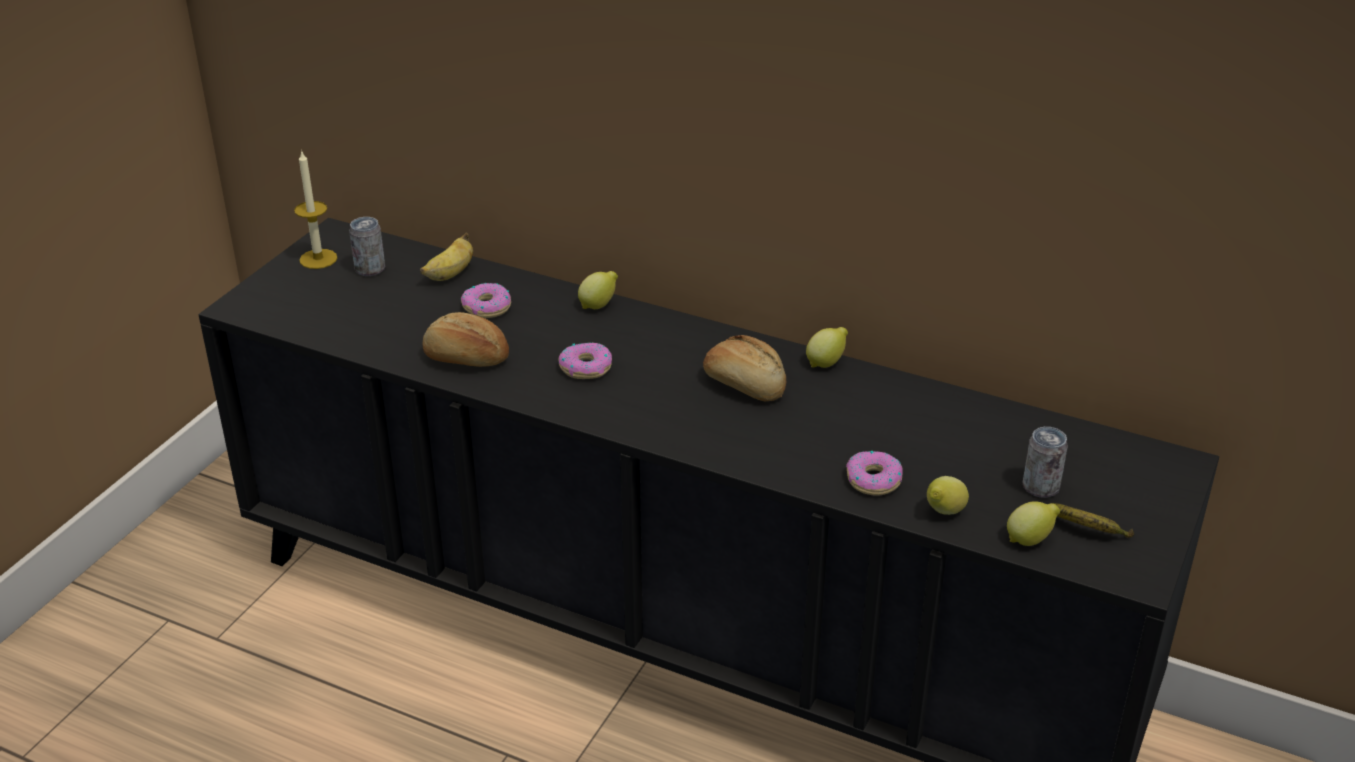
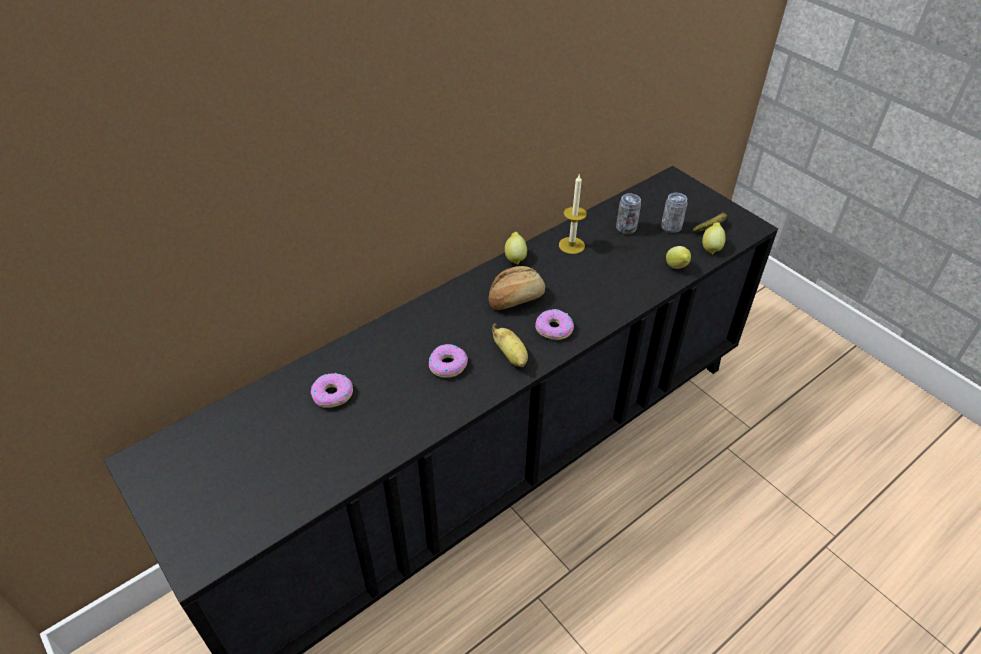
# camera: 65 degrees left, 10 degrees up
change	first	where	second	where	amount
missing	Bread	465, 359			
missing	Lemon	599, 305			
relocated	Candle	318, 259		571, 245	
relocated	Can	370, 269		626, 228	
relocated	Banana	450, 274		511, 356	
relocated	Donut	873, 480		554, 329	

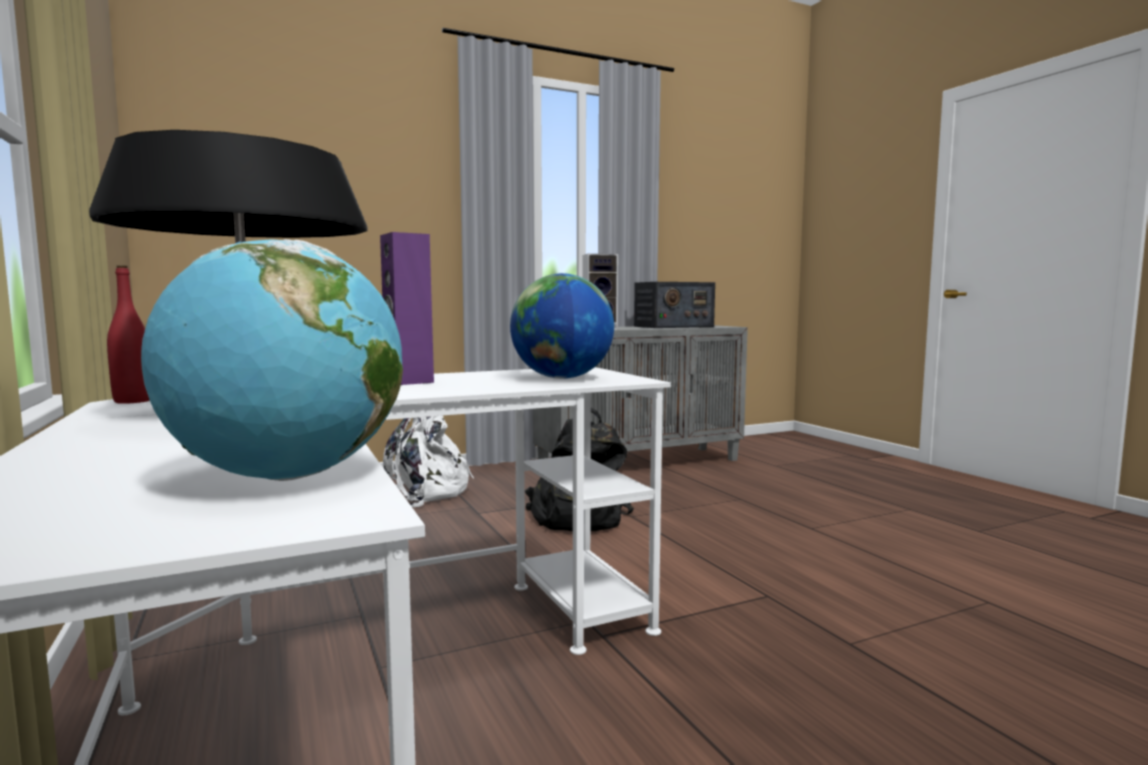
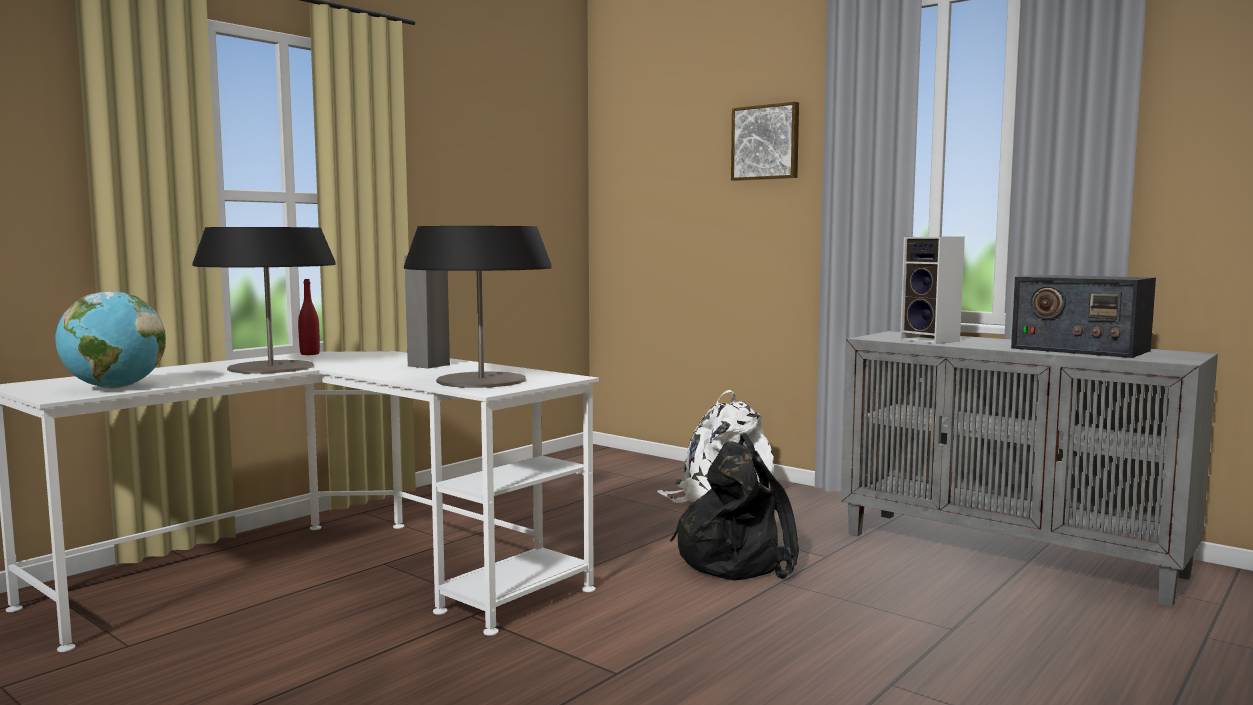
# camera: 65 degrees right, 0 degrees up
change	first	where	second	where	amount
appeared			Picture	766, 142	
exchanged	Globe	562, 378	TableLamp	481, 380	
colour	PurpleSpeaker	408, 381	GreySpeaker	428, 365	

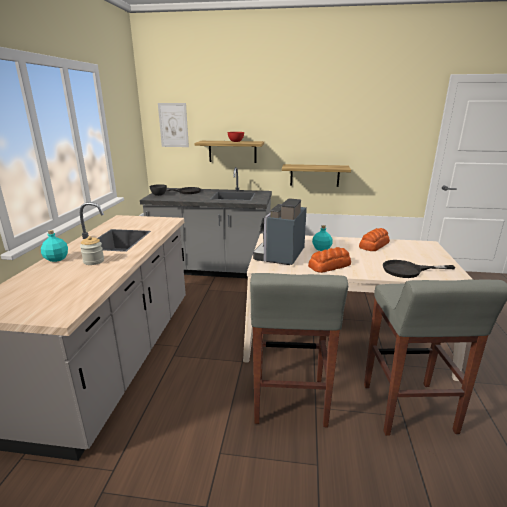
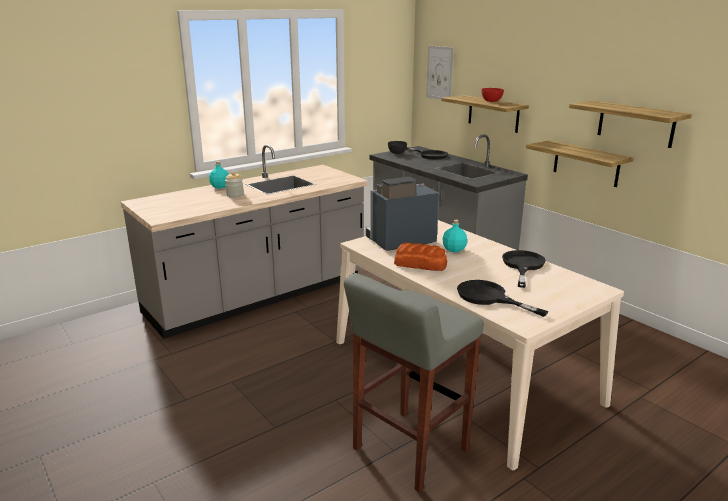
# camera: 45 degrees right, 0 degrees up
change	first	where	second	where	amount
missing	GreyStool	289, 401			
appeared			Shelf	635, 123	
exchanged	Bread	373, 245	BlackFryingPan	522, 266	

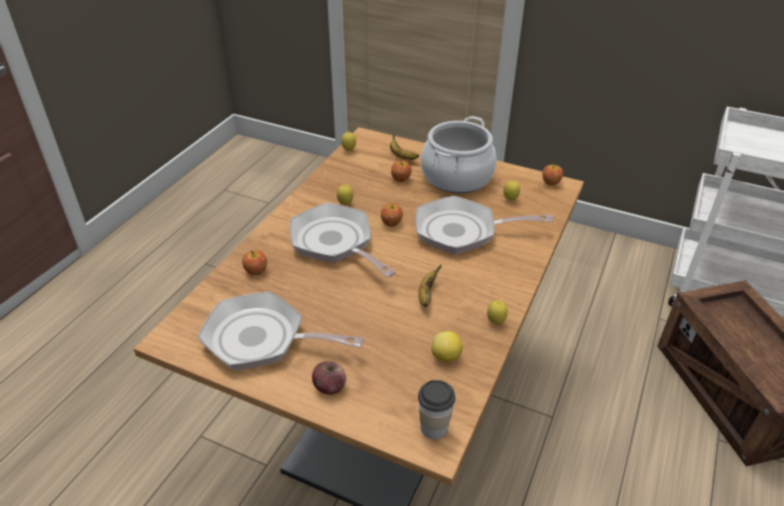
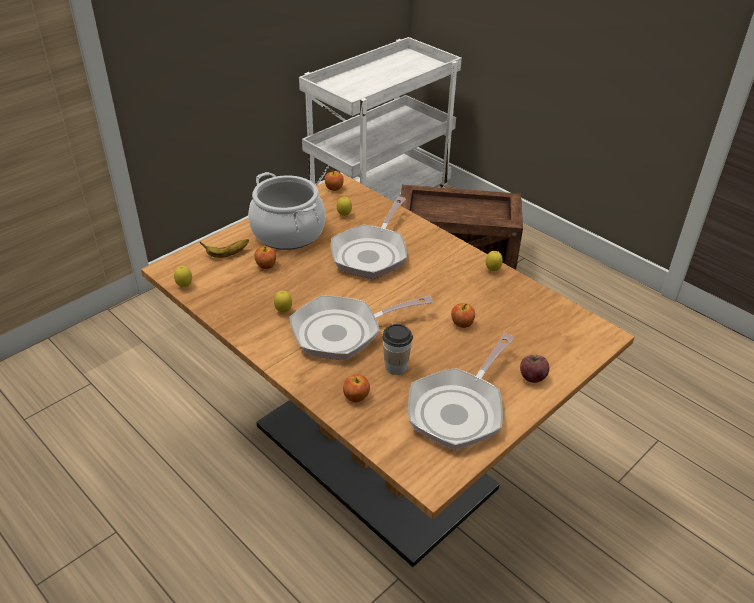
# camera: 70 degrees left, 0 degrees up
change	first	where	second	where	amount
missing	Banana	426, 295			
missing	Lemon	446, 357			
relocated	Apple	391, 223		462, 323	
relocated	Cup	434, 427		396, 366	

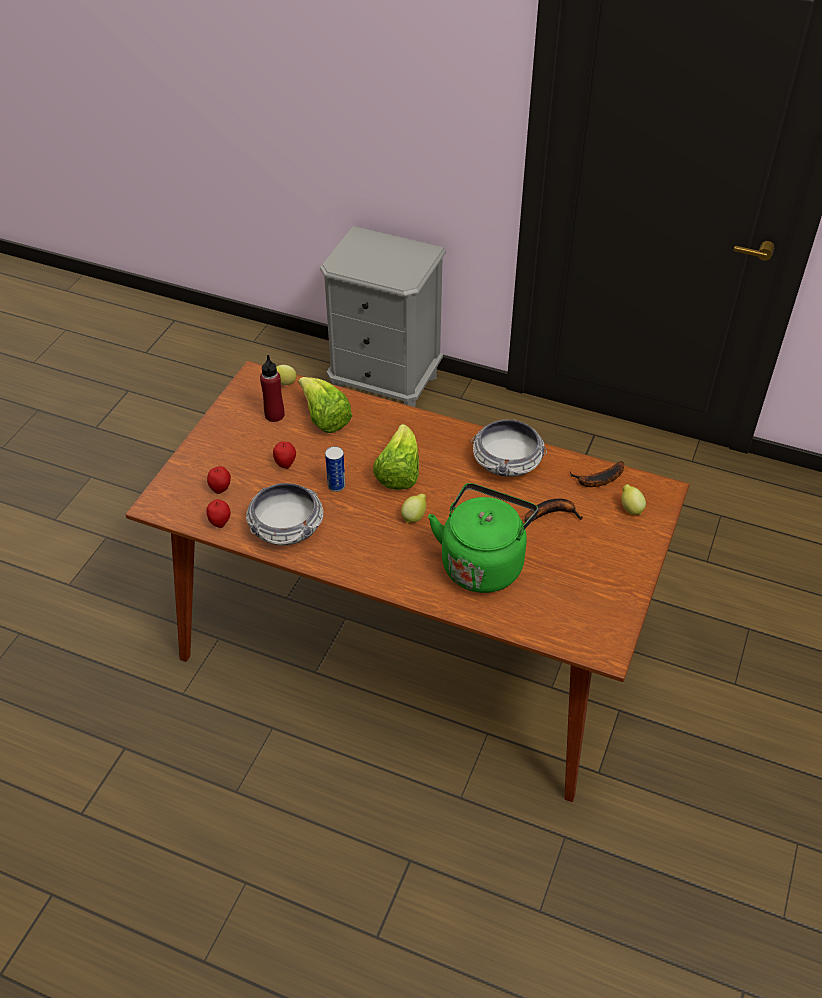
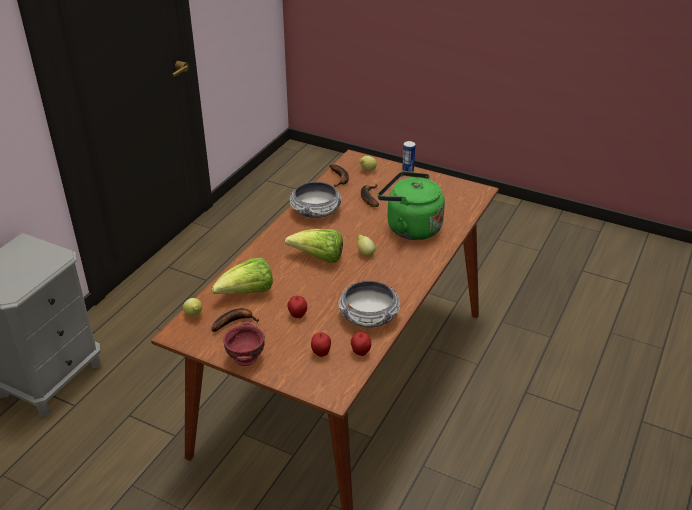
# camera: 85 degrees left, 10 degrees down
change	first	where	second	where	amount
appeared			RedBowl	246, 357	
relocated	Can	336, 486		408, 170	
exchanged	RedBottle	274, 415	Banana	234, 321	

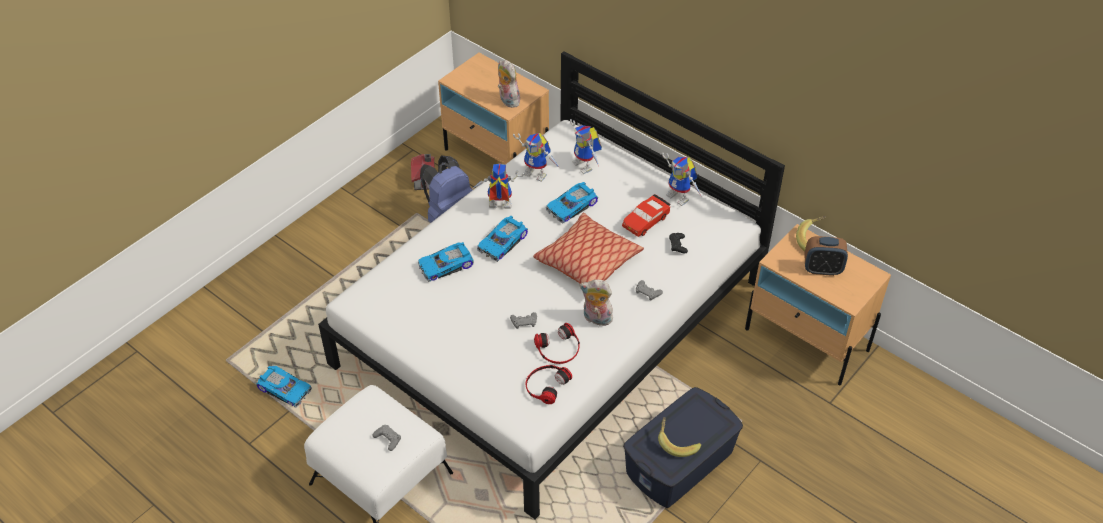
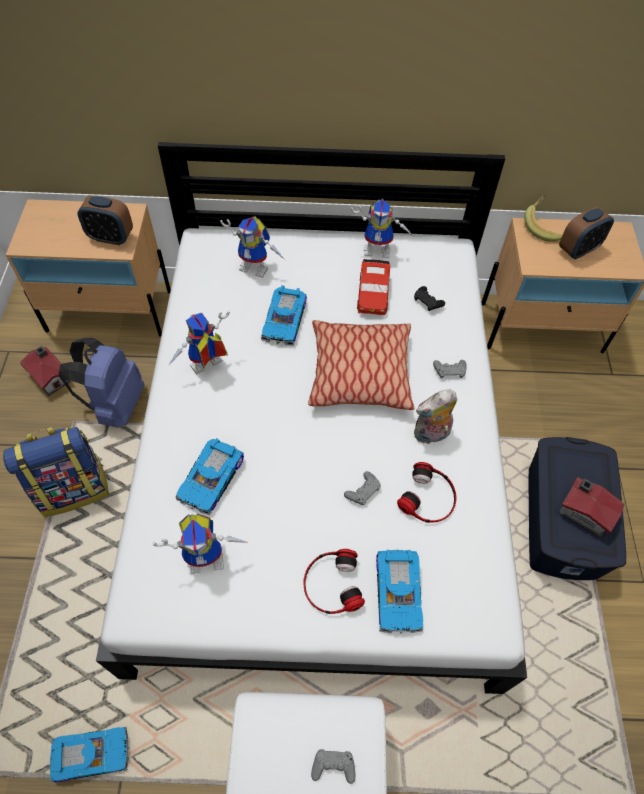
# camera: 40 degrees left, 10 degrees up
change	first	where	second	where	amount
appeared			Backpack	74, 489	
relocated	ToyCar	503, 243		399, 592	
relocated	ToyRobot	538, 173		208, 556	
relocated	Headphones	546, 385		332, 584	
exchanged	PlushToy	507, 100	AlarmClock	111, 237	
exchanged	Banana	677, 442	ToyHouse	584, 511	

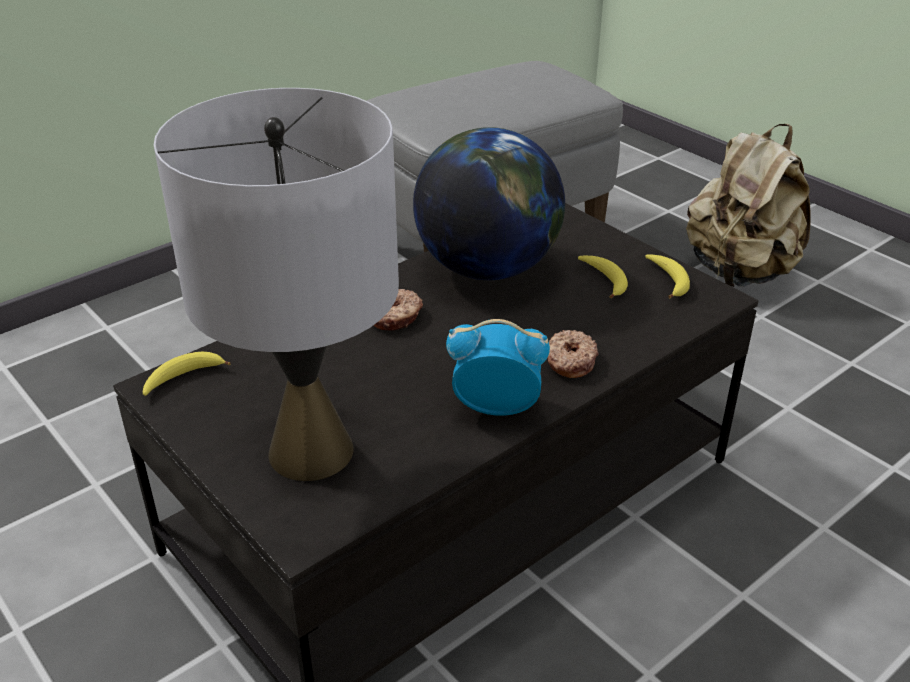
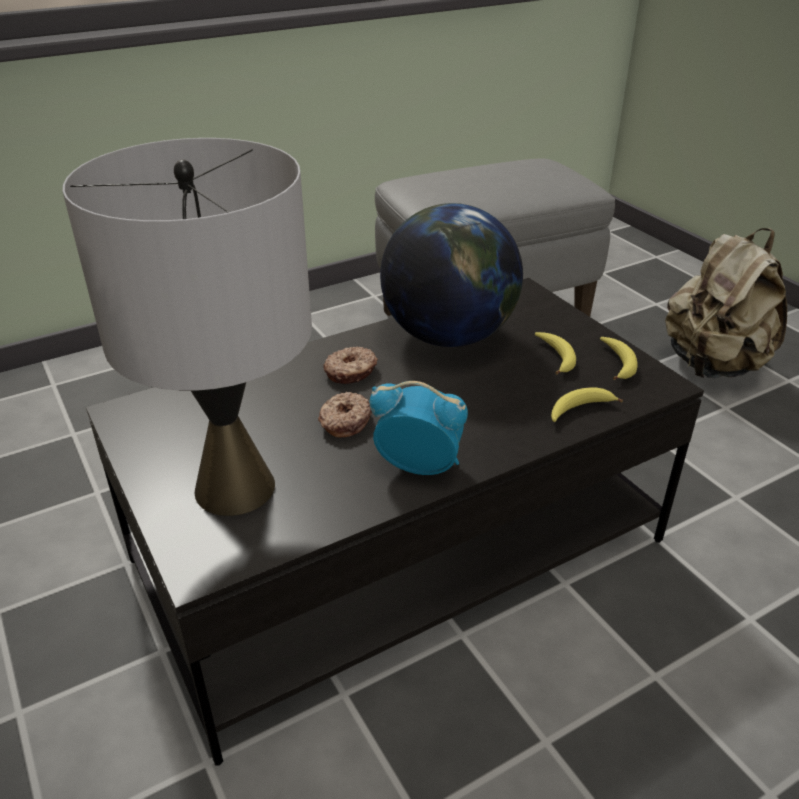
# camera: 10 degrees right, 0 degrees up
change	first	where	second	where	amount
relocated	Banana	182, 378		579, 410	
relocated	Donut	569, 361		344, 421	

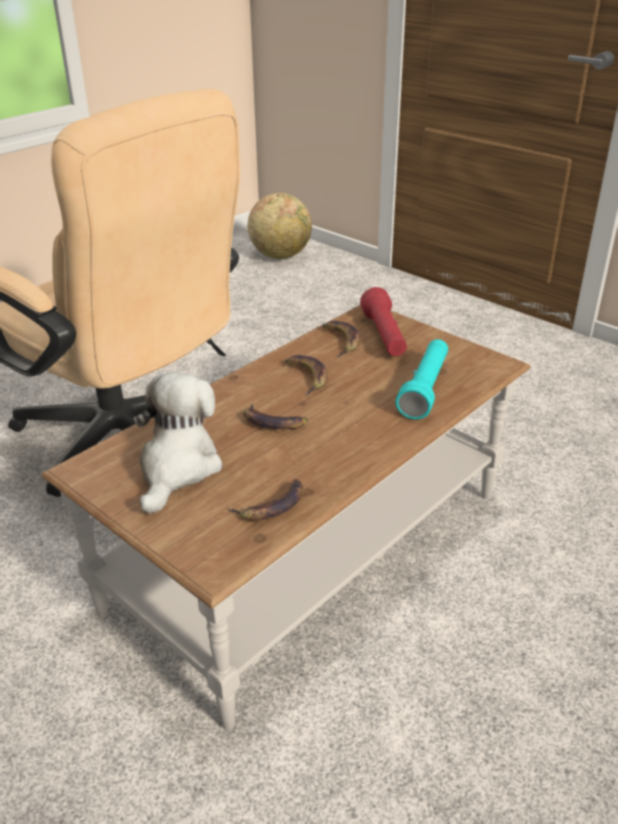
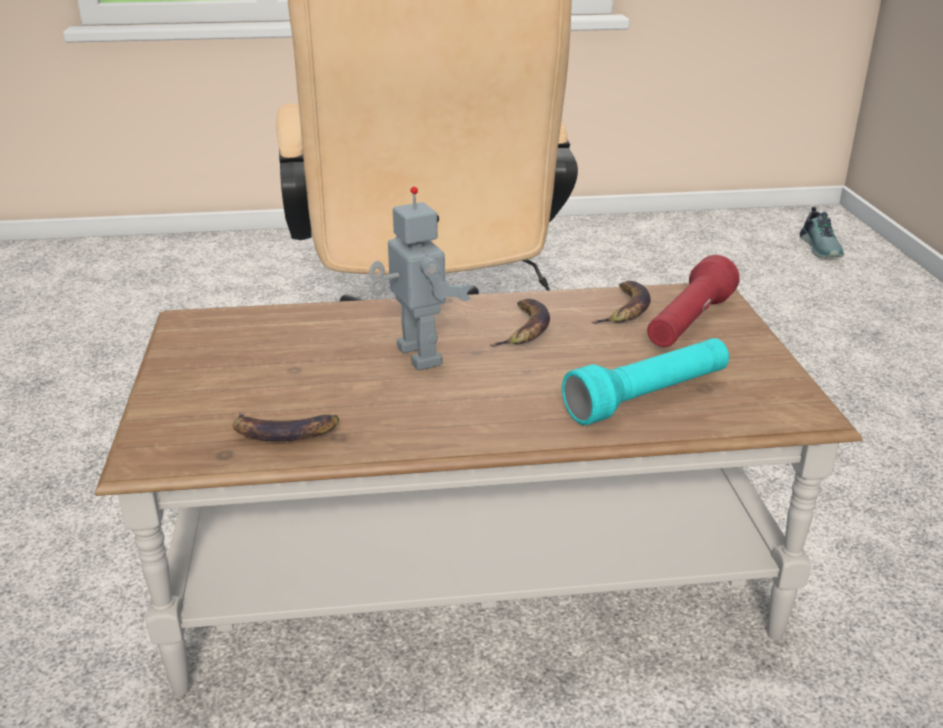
# camera: 40 degrees right, 5 degrees down
change	first	where	second	where	amount
missing	PlushToy	177, 468			
exchanged	Banana	273, 422	ToyRobot	415, 356	
exchanged	Globe	280, 256	Shoe	822, 248	

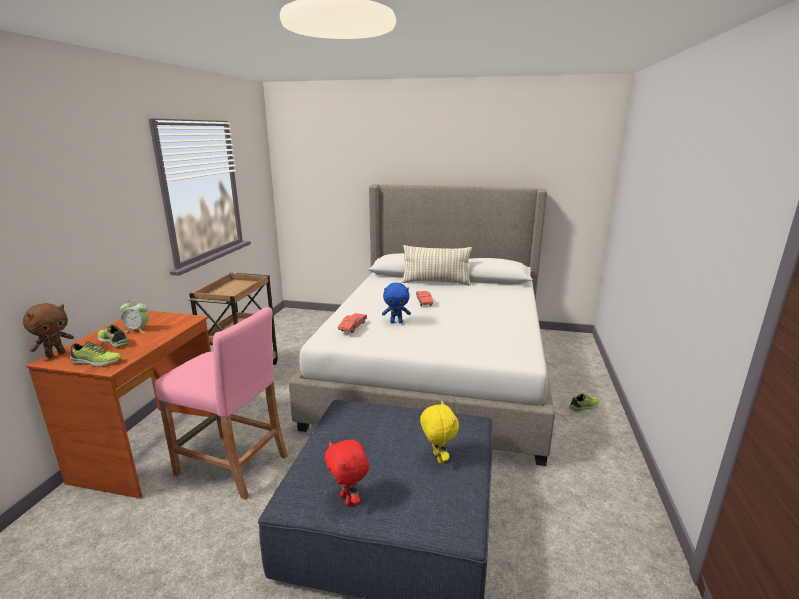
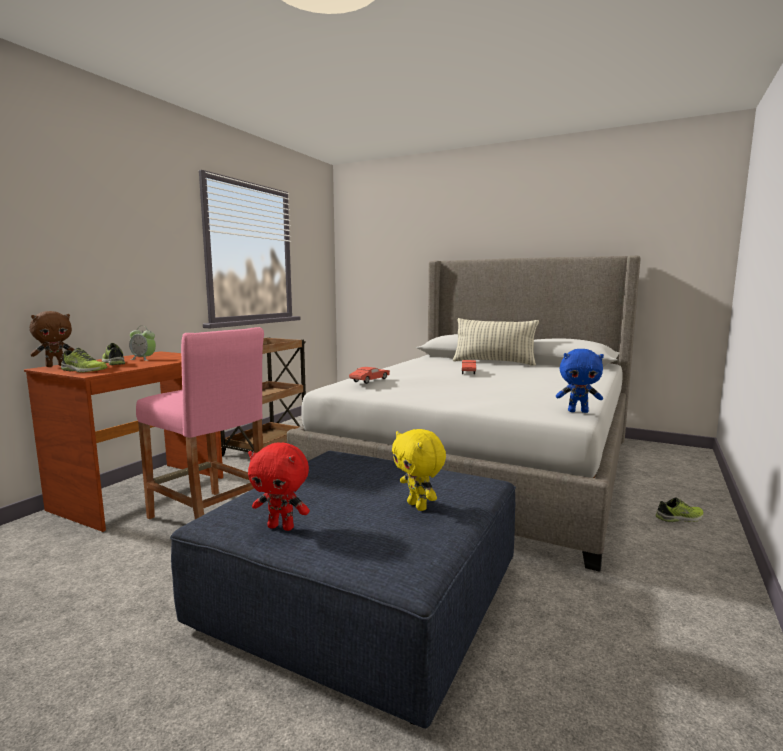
# camera: 15 degrees right, 10 degrees down
change	first	where	second	where	amount
relocated	BluePlushToy	396, 322		578, 411	
spun	RedPlushToy	349, 500		282, 527	60 degrees counterclockwise
spun	YellowPlushToy	437, 458		418, 506	150 degrees clockwise

